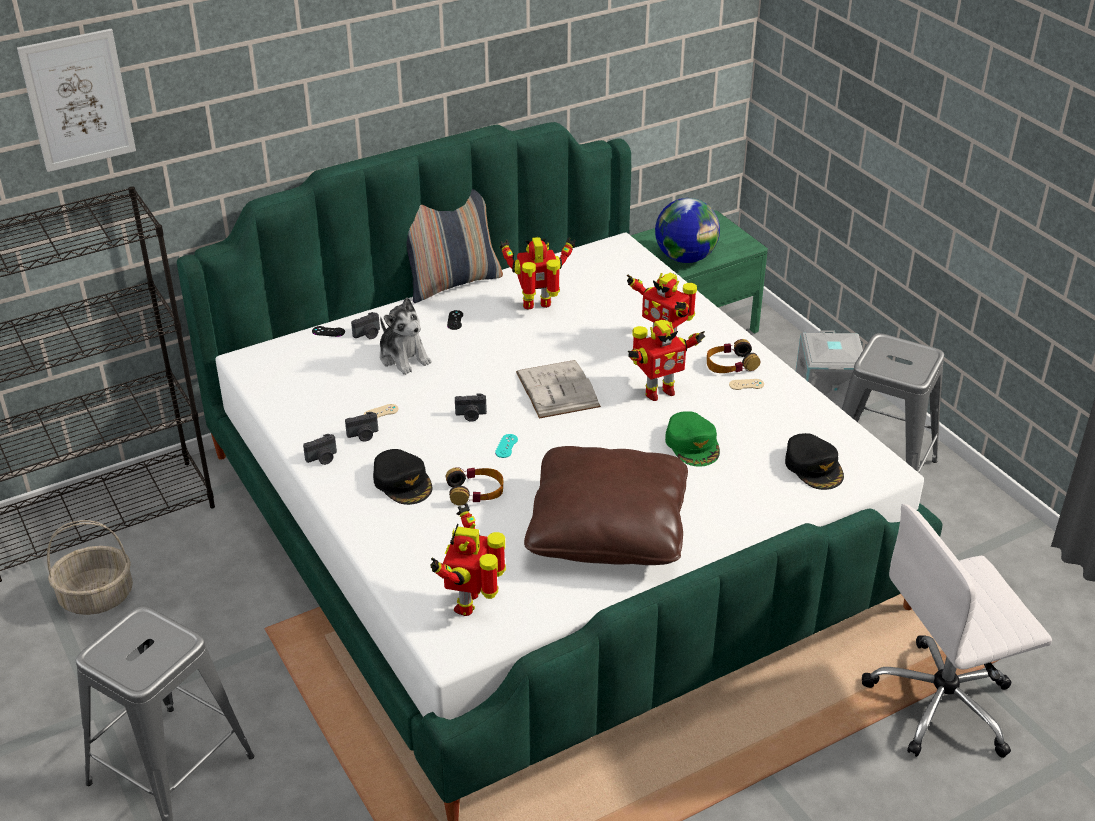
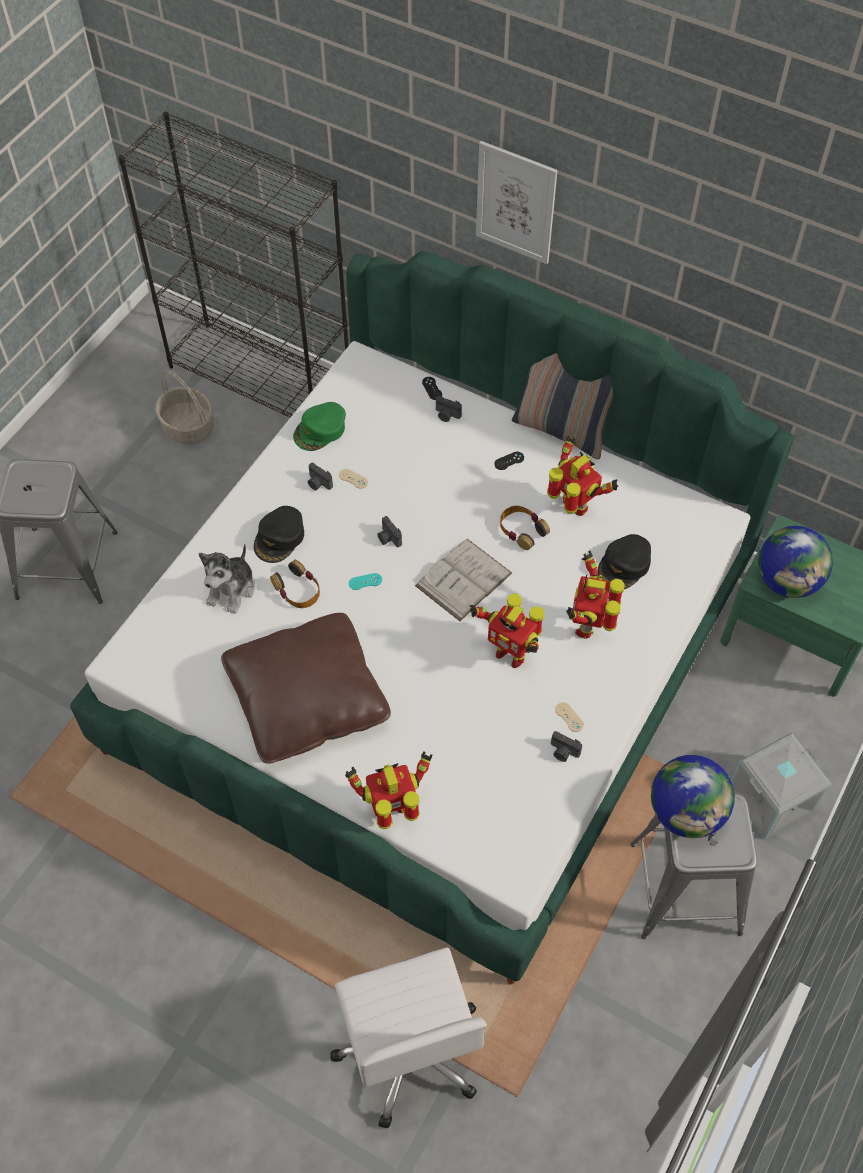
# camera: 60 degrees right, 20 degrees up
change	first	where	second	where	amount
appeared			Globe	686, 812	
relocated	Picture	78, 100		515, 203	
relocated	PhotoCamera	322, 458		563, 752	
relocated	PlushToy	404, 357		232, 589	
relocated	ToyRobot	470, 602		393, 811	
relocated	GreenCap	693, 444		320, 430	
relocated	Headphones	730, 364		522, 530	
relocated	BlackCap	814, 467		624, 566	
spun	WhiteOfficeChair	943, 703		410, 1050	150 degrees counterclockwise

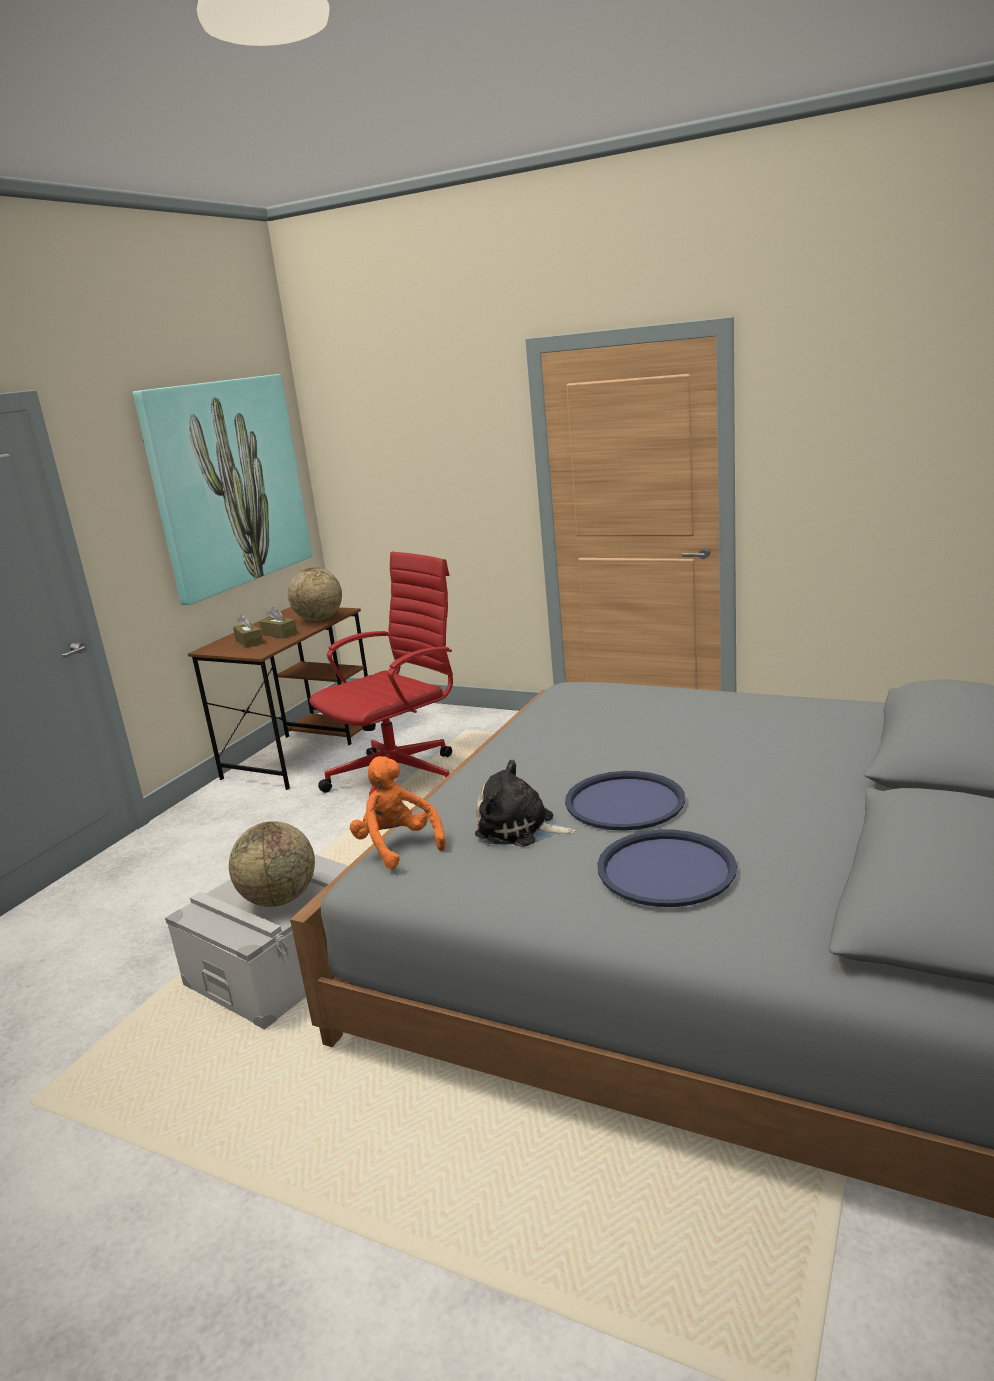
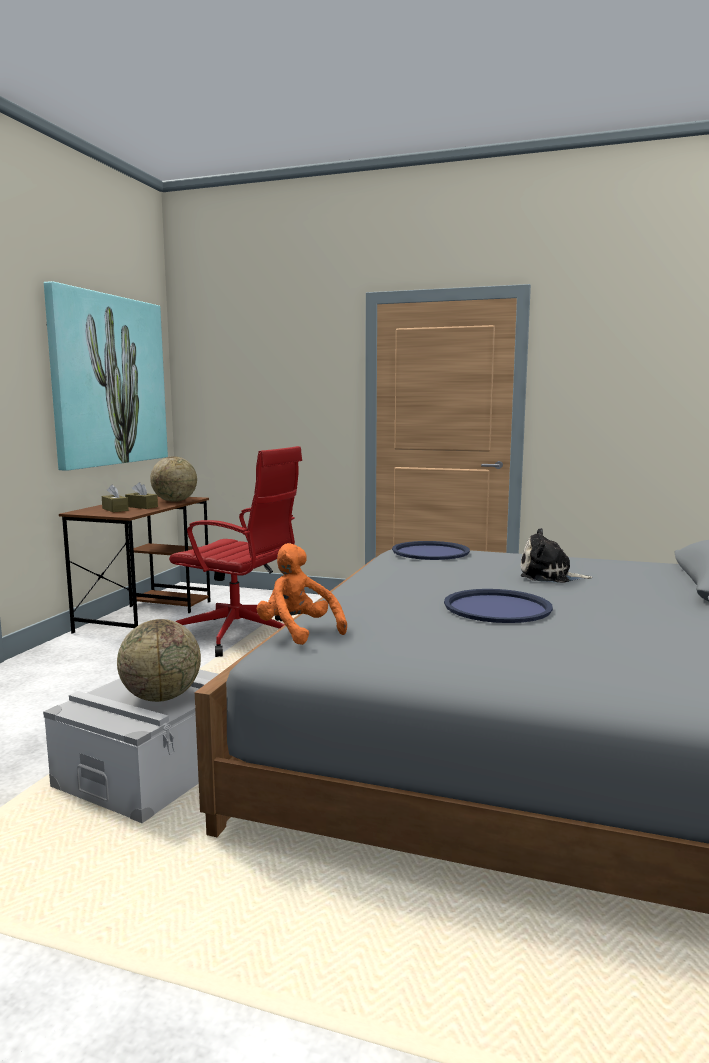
# camera: 10 degrees left, 10 degrees down
change	first	where	second	where	amount
relocated	PlushToy	520, 828		549, 576	
relocated	BlueTray	666, 869		430, 552	
spun	RedOfficeChair	400, 778		240, 636	75 degrees clockwise

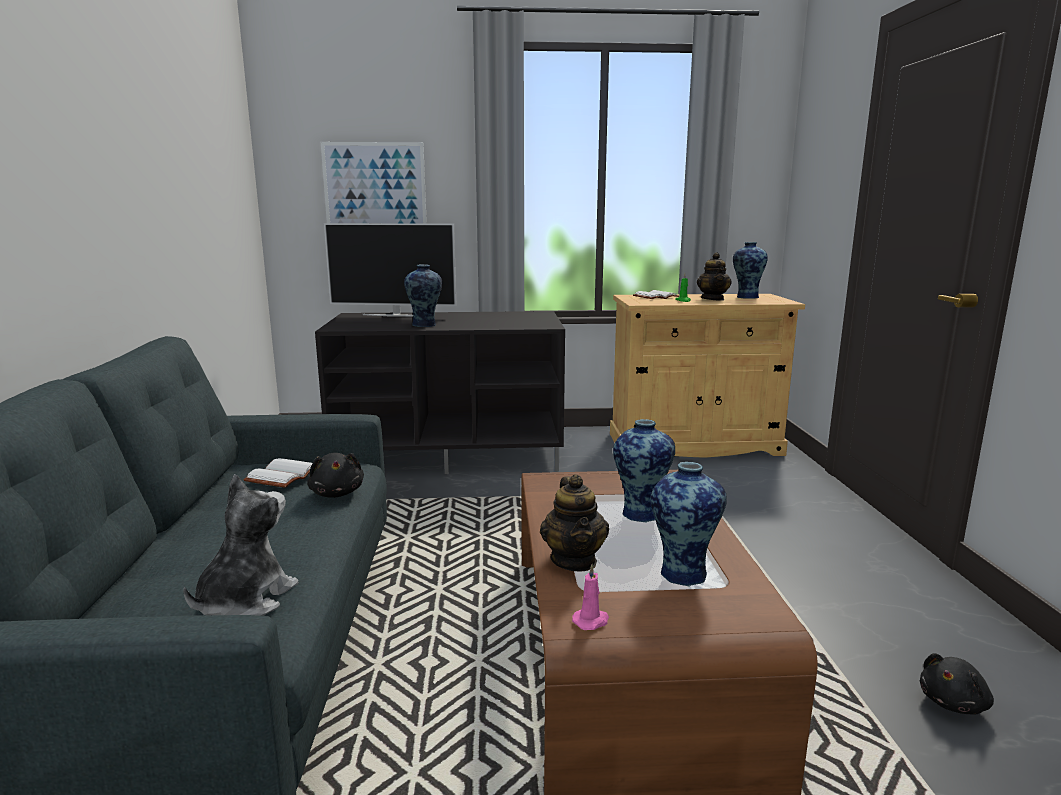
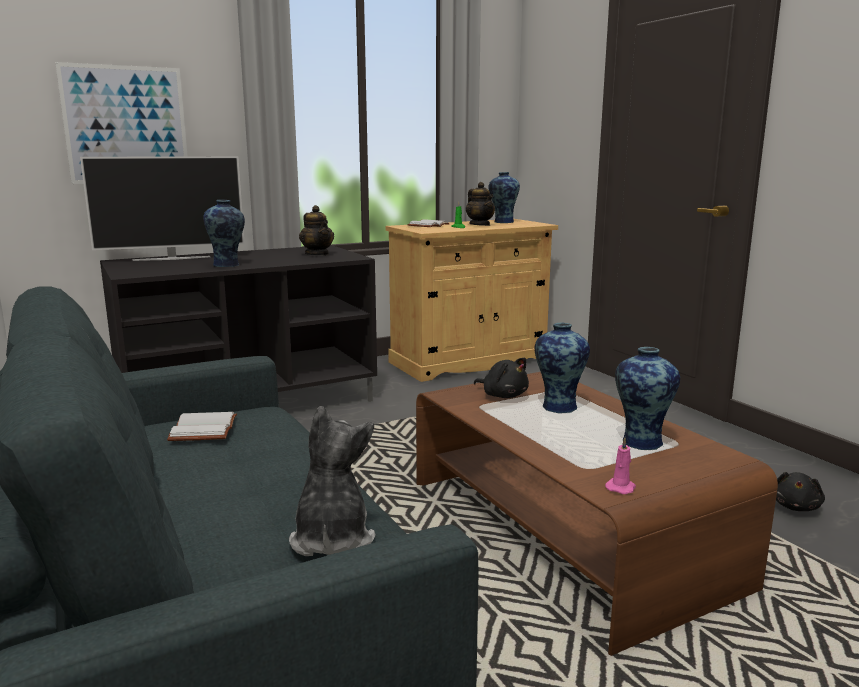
# camera: 25 degrees left, 0 degrees up
change	first	where	second	where	amount
relocated	BlackPlushToy	337, 493		503, 395	
relocated	Teapot	574, 560		317, 254	

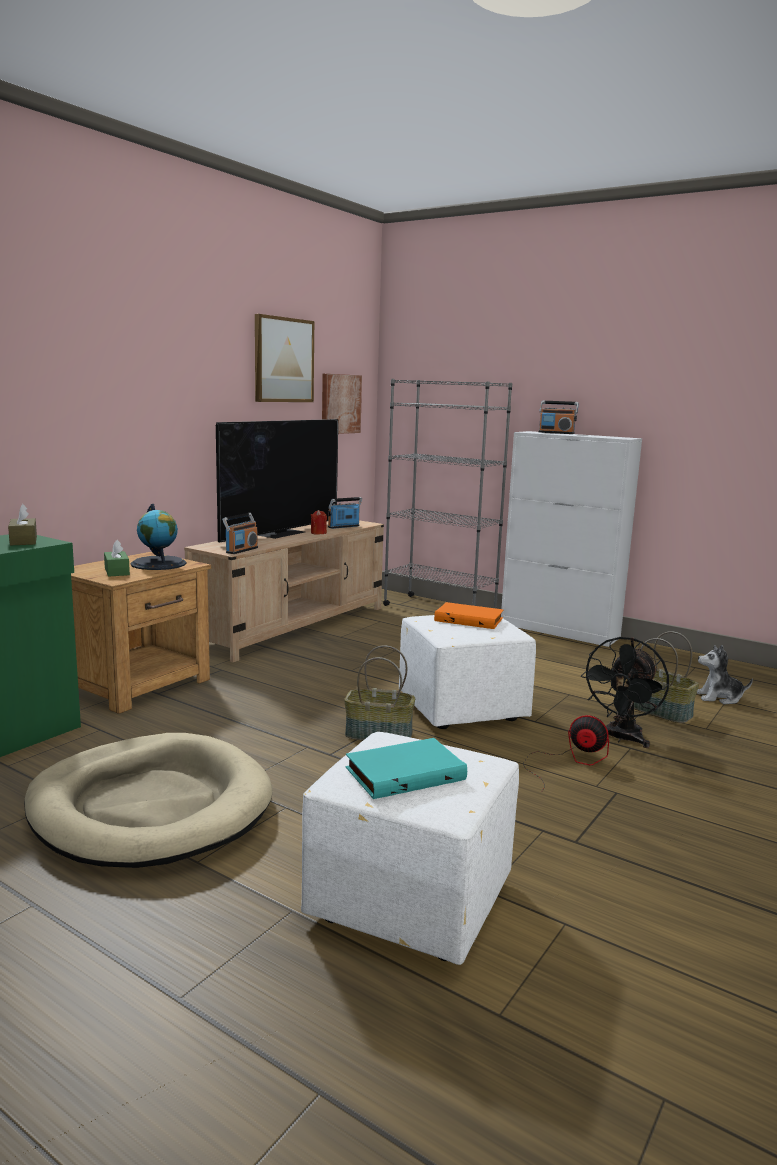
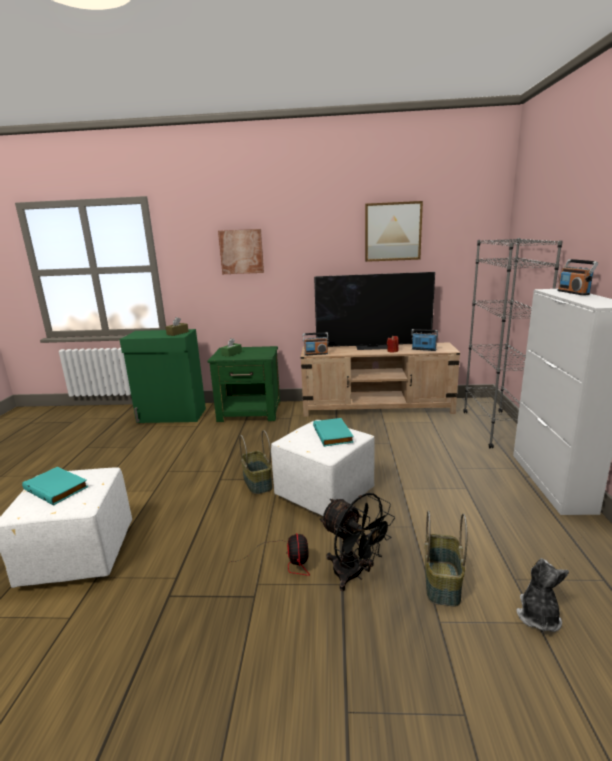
# camera: 60 degrees right, 5 degrees up
change	first	where	second	where	amount
missing	BeigeDogBed	150, 807			
missing	Globe	158, 563			
relocated	Picture	340, 404		241, 251	
colour	BrownNightstand	139, 685	GreenNightstand	250, 412	
colour	OrangeBook	469, 619	TurquoiseBook	334, 434	
spun	BlackFan	621, 739		354, 575	135 degrees counterclockwise
spun	PlushToy	719, 698		538, 616	45 degrees clockwise

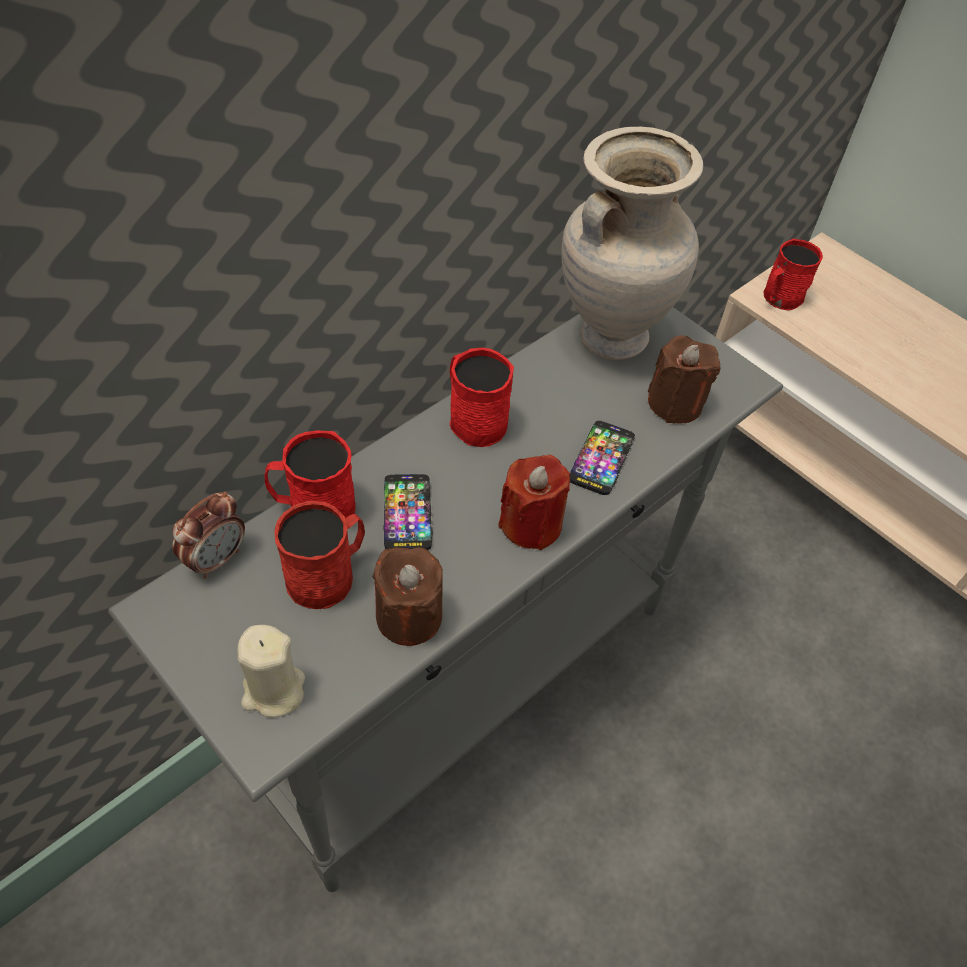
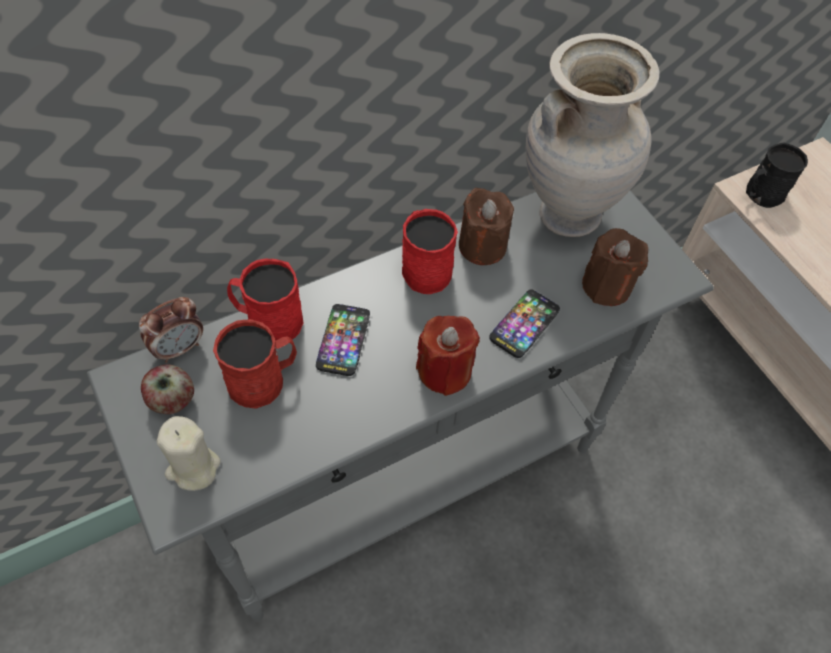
# camera: 15 degrees right, 5 degrees up
change	first	where	second	where	amount
appeared			Apple	172, 400	
relocated	BrownCandle	409, 616		482, 246	
colour	RedMug	779, 298	BlackMug	761, 195	

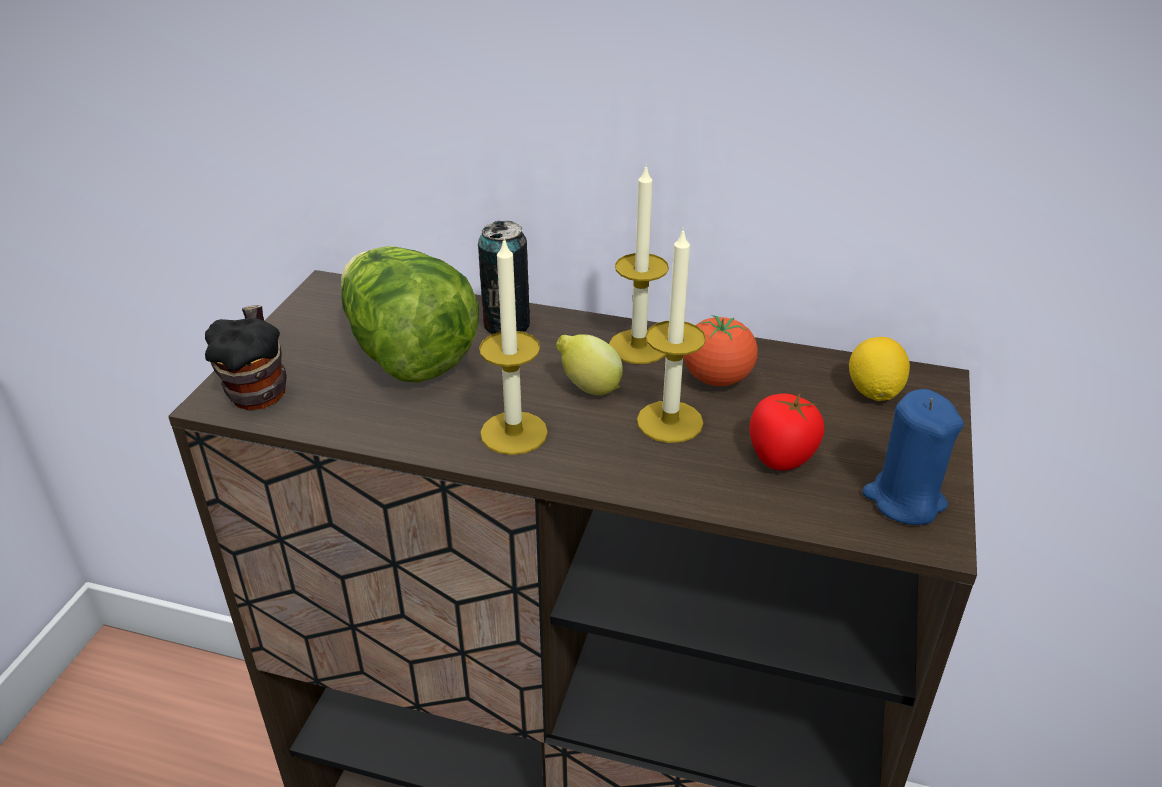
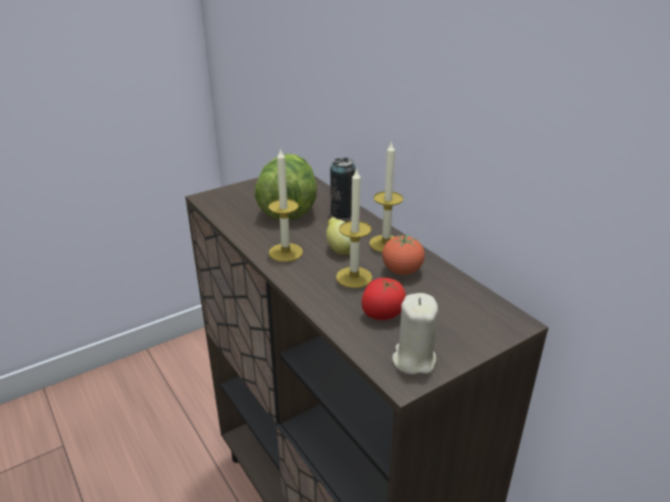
# camera: 40 degrees right, 5 degrees down
change	first	where	second	where	amount
missing	Mug	259, 388			
missing	Lemon	873, 392			
colour	BlueCandle	904, 500	BeigeCandle	413, 359	

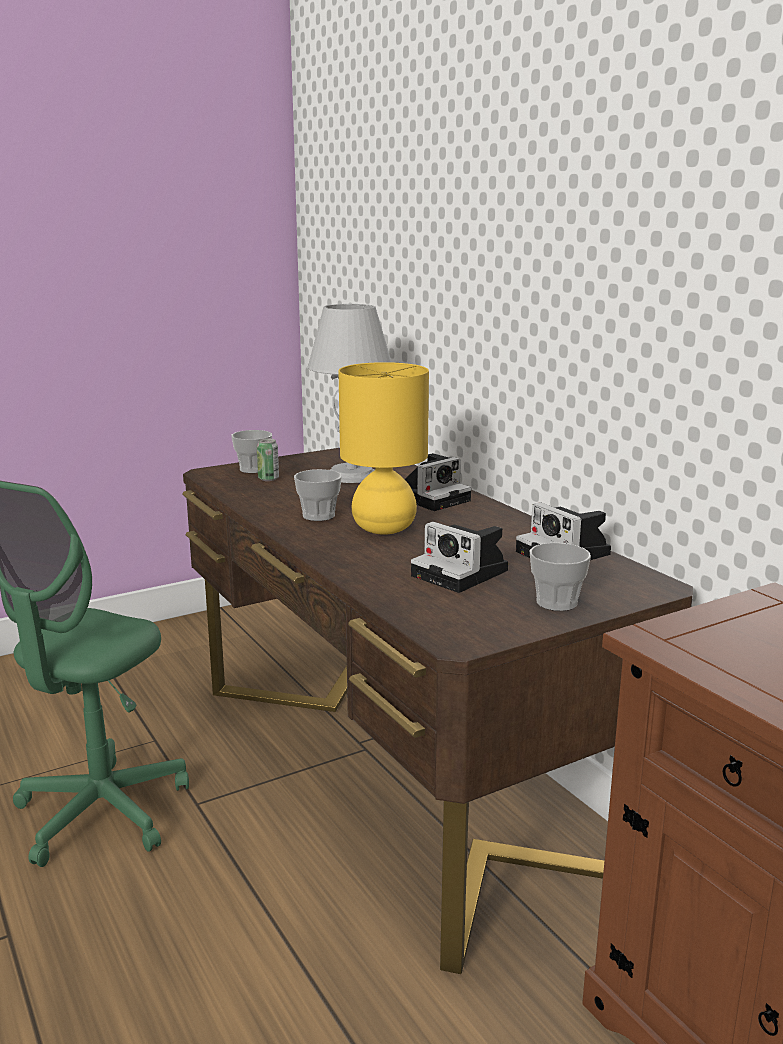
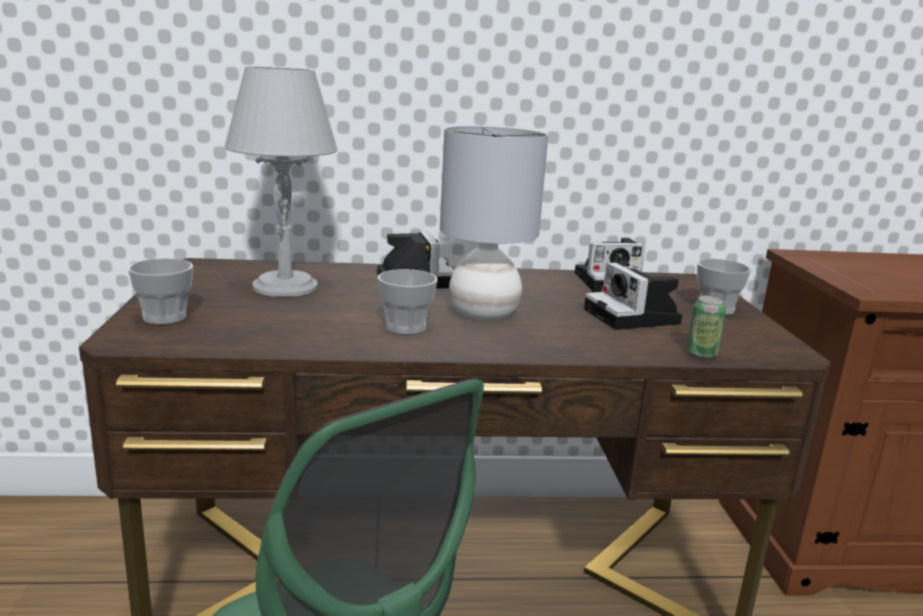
# camera: 65 degrees left, 0 degrees up
change	first	where	second	where	amount
relocated	Can	268, 479		701, 354	
colour	YellowTableLamp	384, 528	GreyTableLamp	482, 313	
spun	PhotoCamera	463, 574		634, 317	90 degrees clockwise

